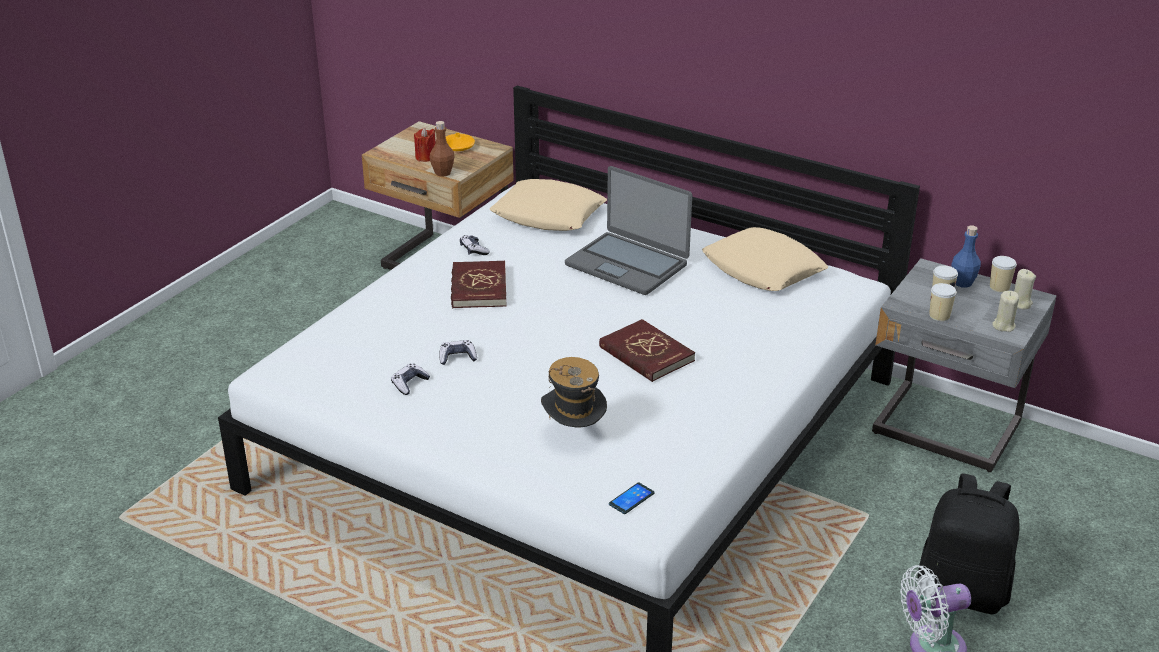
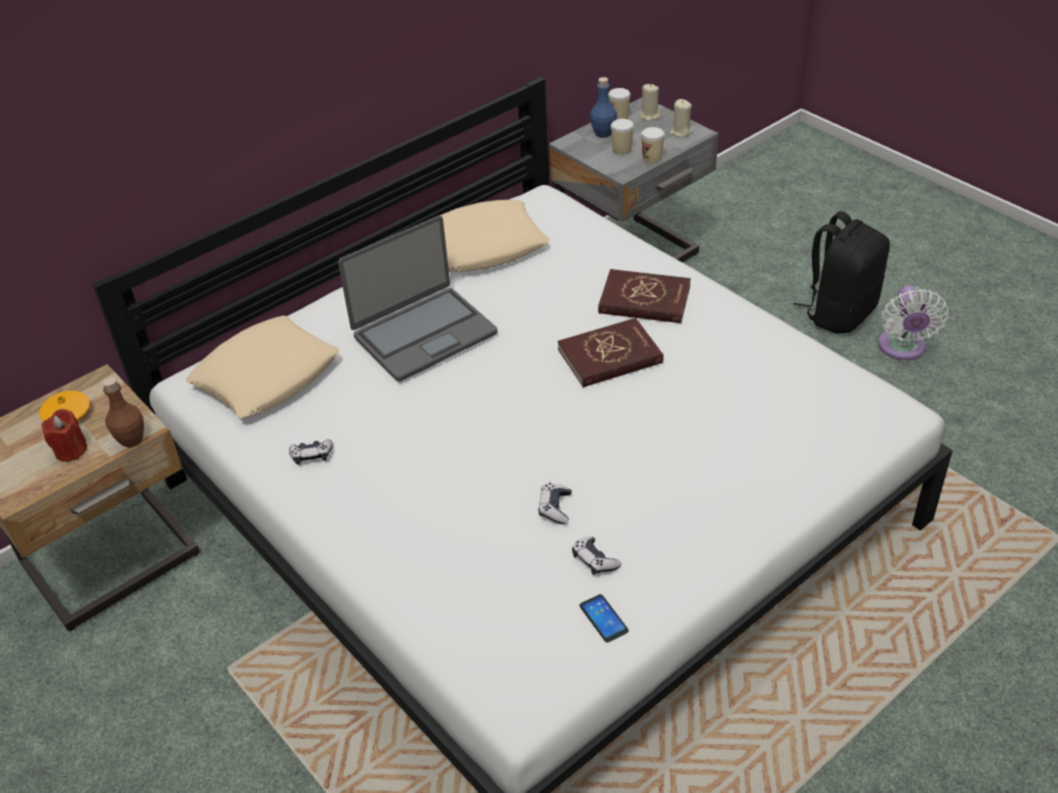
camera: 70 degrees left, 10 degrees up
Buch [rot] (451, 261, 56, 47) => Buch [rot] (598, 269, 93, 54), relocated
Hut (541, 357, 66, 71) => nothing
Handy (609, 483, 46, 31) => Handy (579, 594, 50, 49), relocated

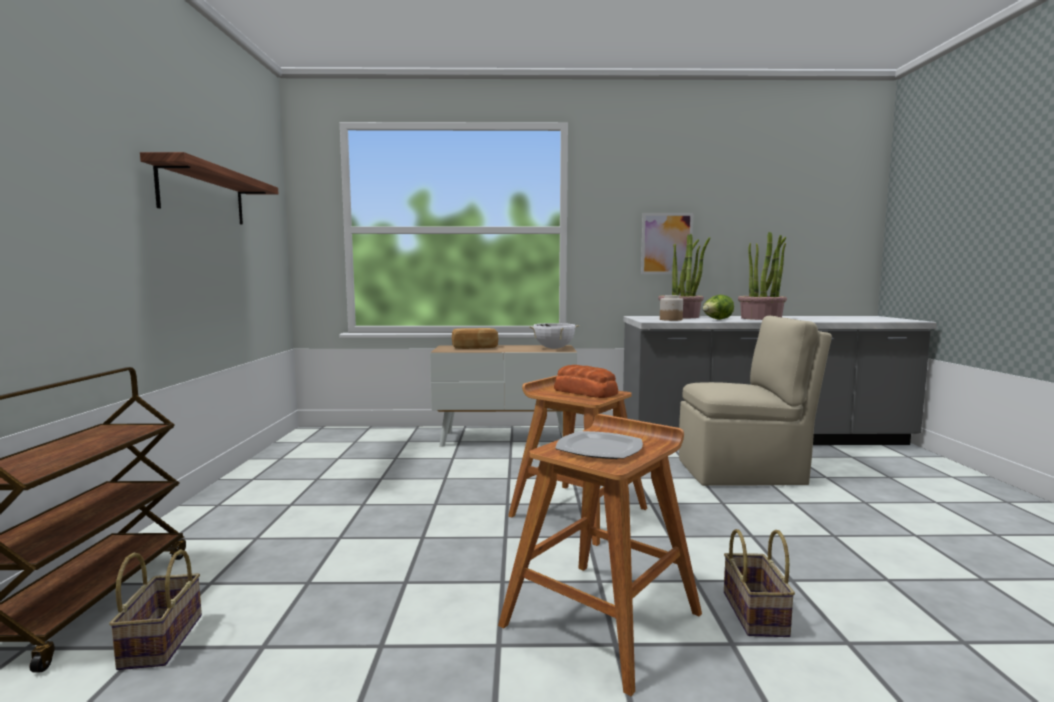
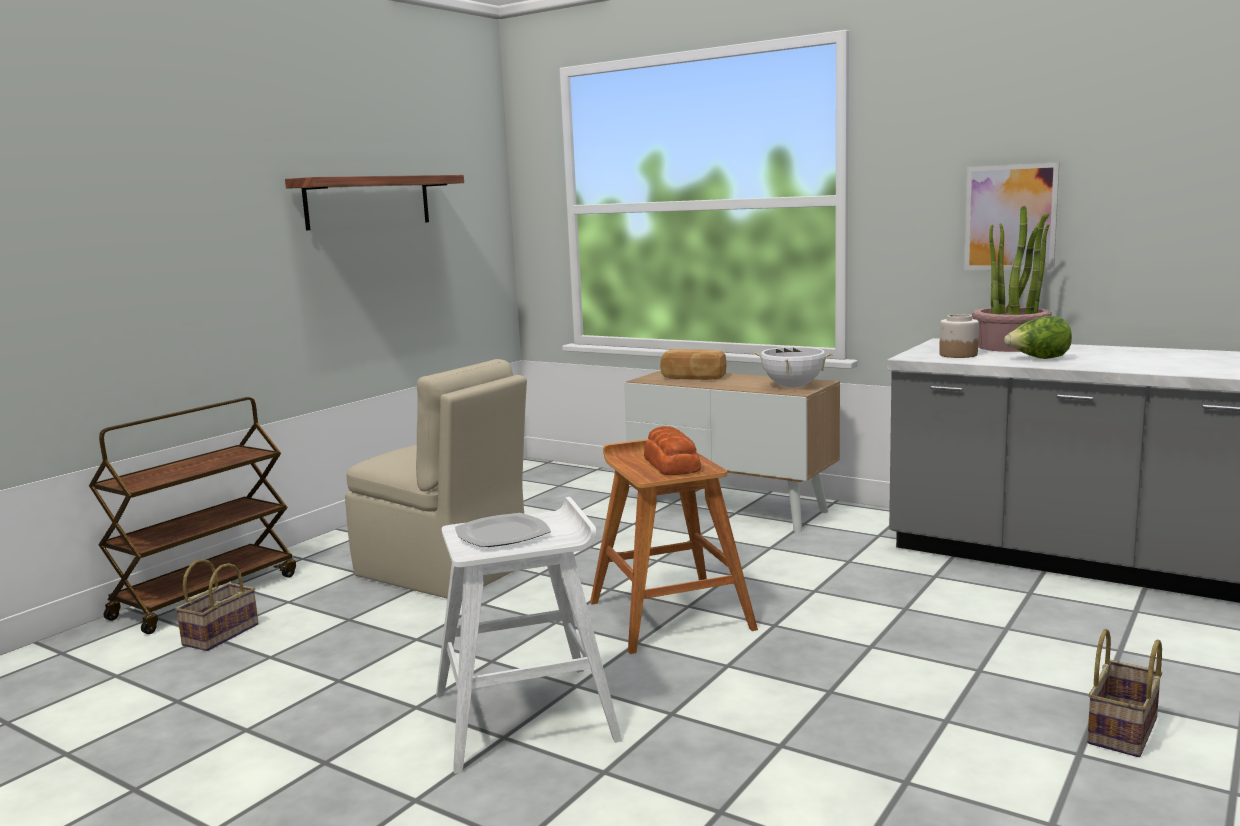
camera: 35 degrees right, 5 degrees up
Hocker [braun] (498, 414, 204, 282) => Hocker [weiß] (436, 497, 186, 277)
Stuhl [beige] (679, 315, 153, 171) => Stuhl [beige] (345, 359, 182, 239), relocated
Korb (724, 529, 71, 108) => Korb (1087, 629, 75, 128), relocated
Topfpflanze (738, 232, 49, 88) => nothing

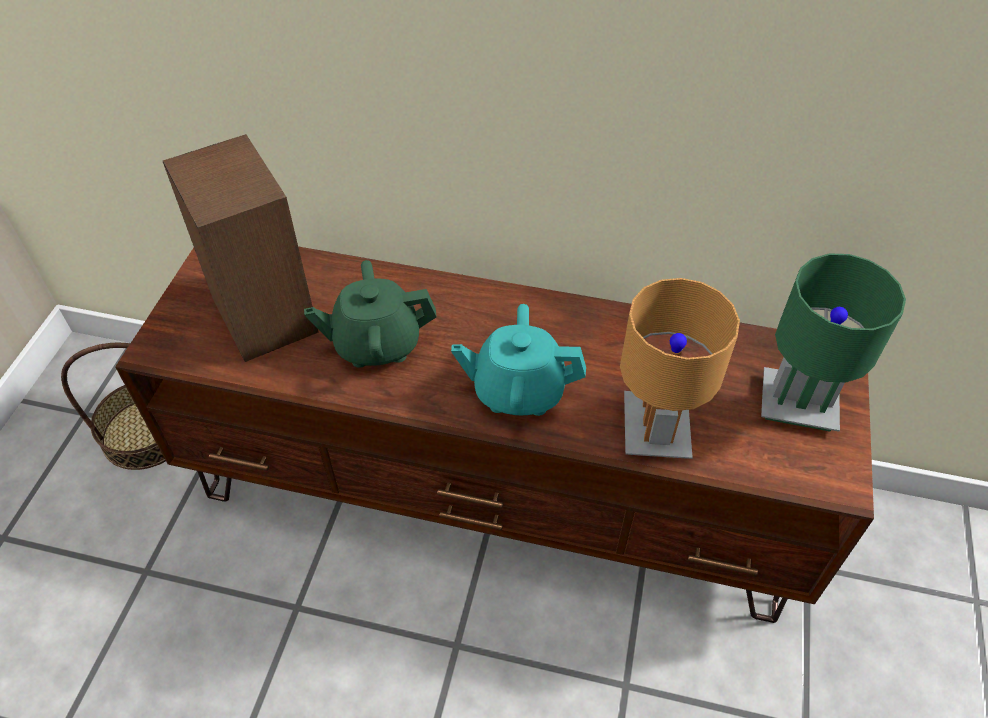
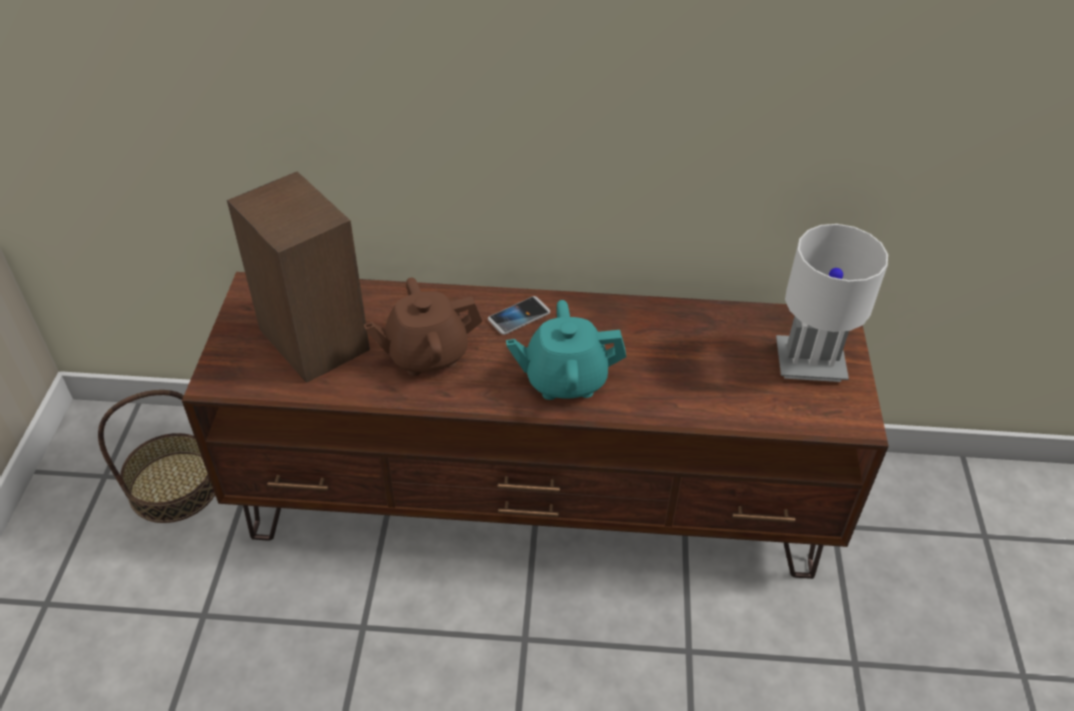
camera: 10 degrees left, 5 degrees down
Teekanne [grün] (304, 260, 133, 108) => Teekanne [braun] (364, 278, 118, 98)
Tischlampe [braun] (620, 278, 120, 181) => nothing
Tischlampe [grün] (761, 253, 145, 179) => Tischlampe [weiß] (776, 224, 112, 158)
nothing => Handy (488, 296, 62, 39)

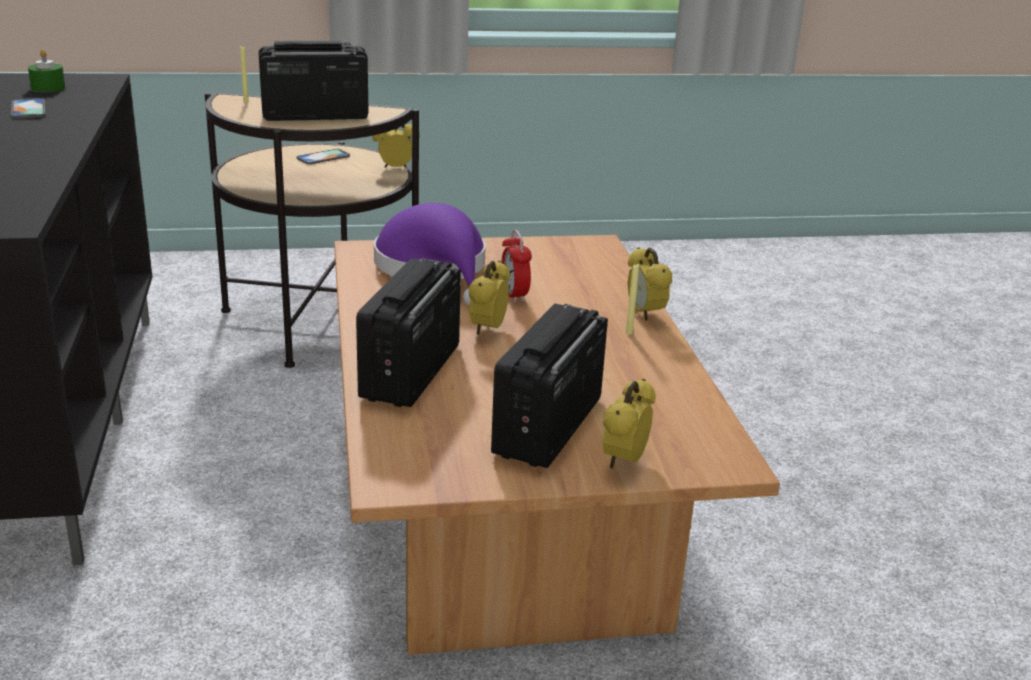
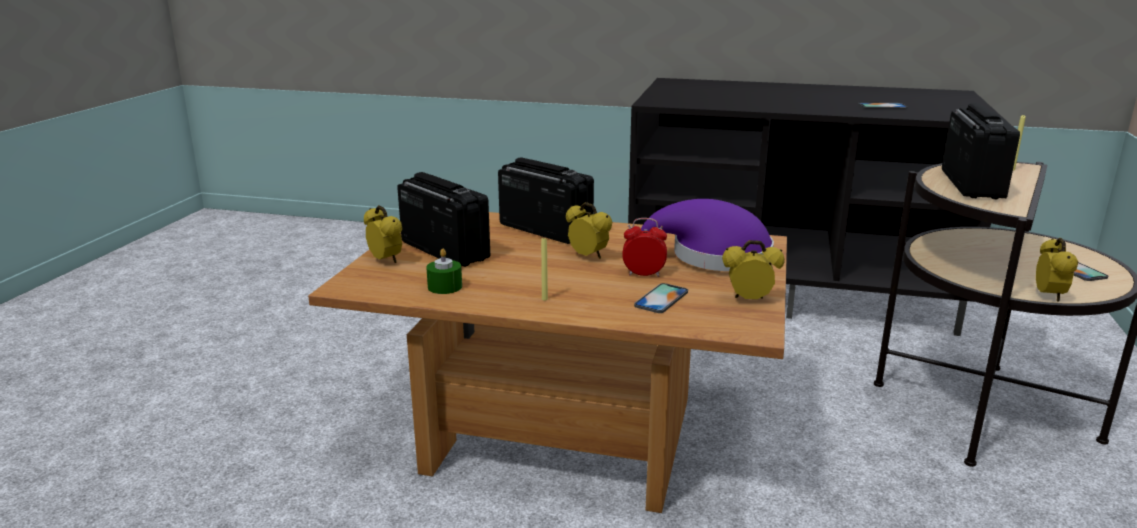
camera: 115 degrees right, 5 degrees down
Kerze [grün] (28, 49, 38, 43) => Kerze [grün] (426, 249, 36, 45), relocated
Wecker (627, 247, 45, 74) => Wecker (722, 240, 63, 59), relocated
nothing => Handy (634, 283, 54, 30)

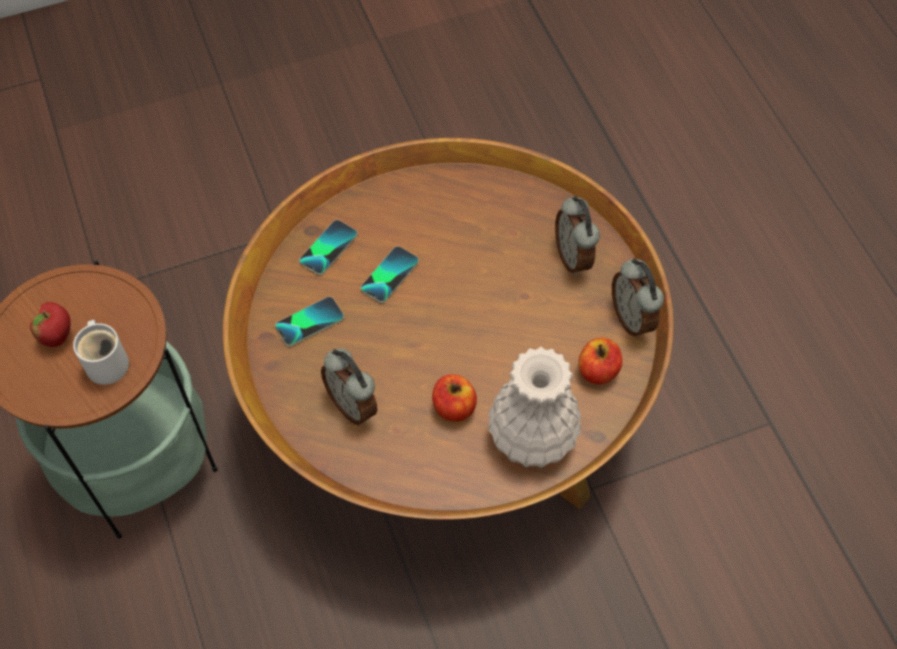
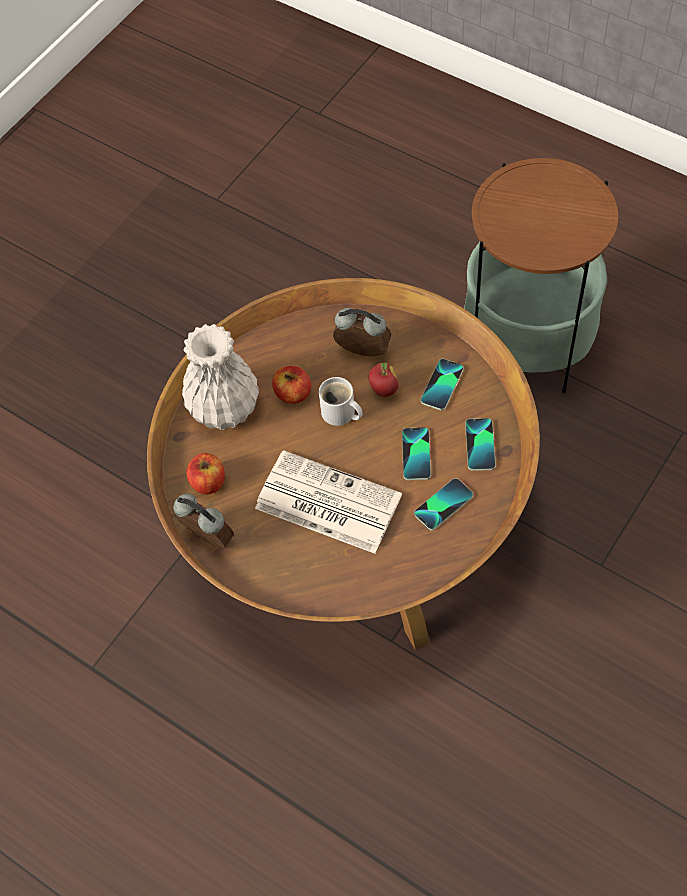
camera: 150 degrees right, 0 degrees up
Apfel (30, 302, 41, 45) => Apfel (368, 362, 31, 35), relocated
Henkelbecher [weiß] (73, 320, 56, 65) => Henkelbecher [weiß] (319, 377, 44, 49), relocated
Wecker (555, 196, 45, 79) => nothing
nothing => Zeitung (255, 450, 147, 104)
nothing => Handy (414, 478, 59, 52)

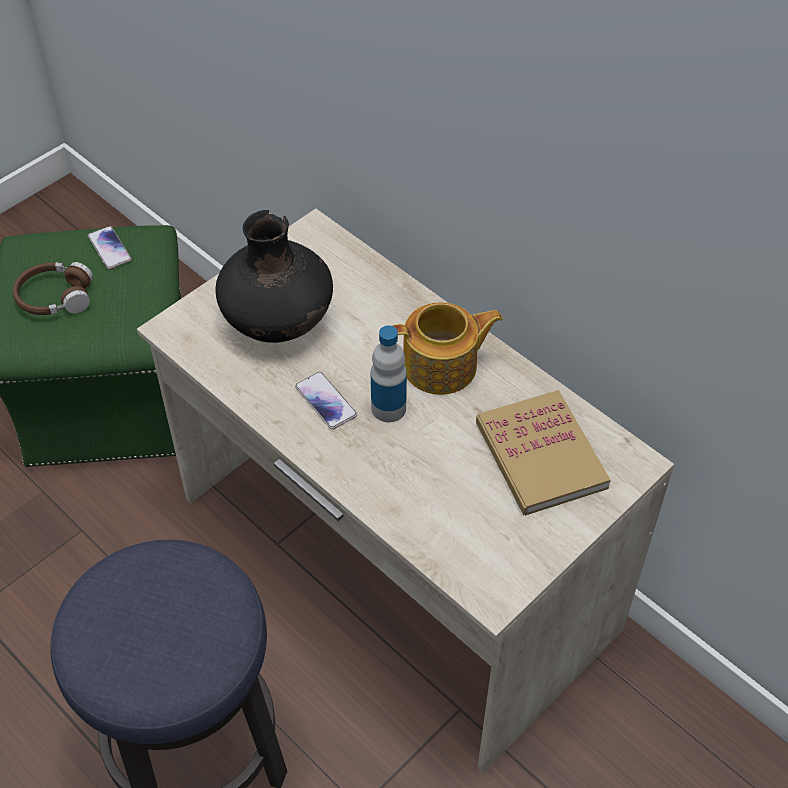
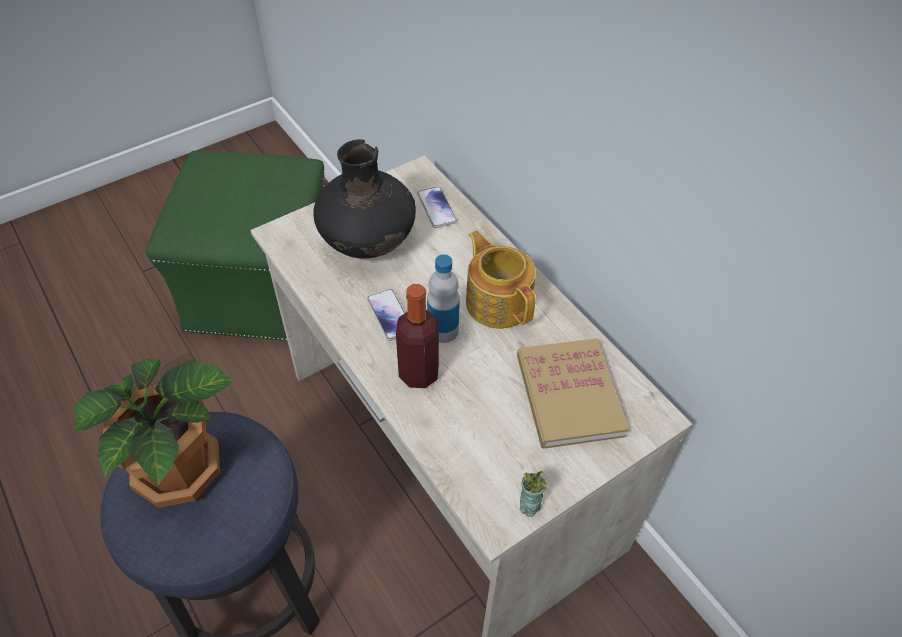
camera: 10 degrees right, 0 degrees up
Kopfhörer [braun] (13, 262, 80, 53) => nothing
Handy (88, 226, 44, 43) => Handy (417, 187, 40, 41), relocated
Teekanne (392, 302, 111, 93) => Teekanne (466, 231, 70, 98), 120 degrees counterclockwise
nothing => Topfpflanze (74, 358, 160, 150)
nothing => Flasche (396, 284, 43, 104)
nothing => Tasse (520, 471, 28, 46)

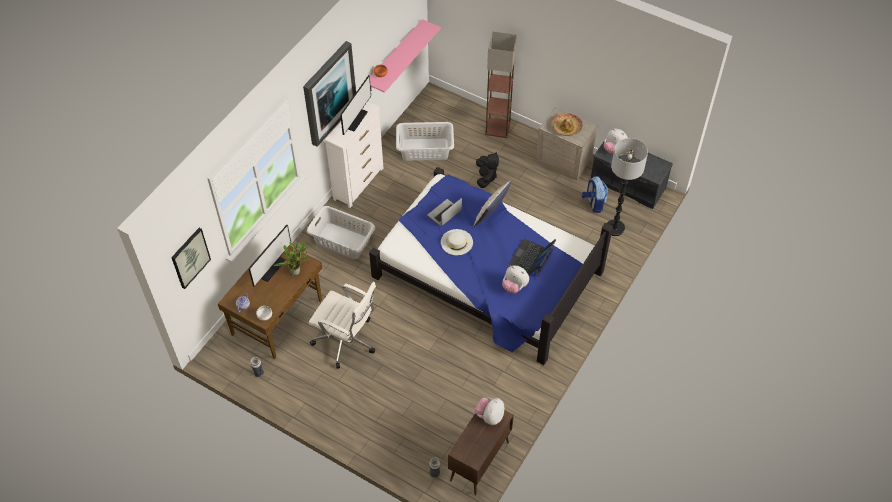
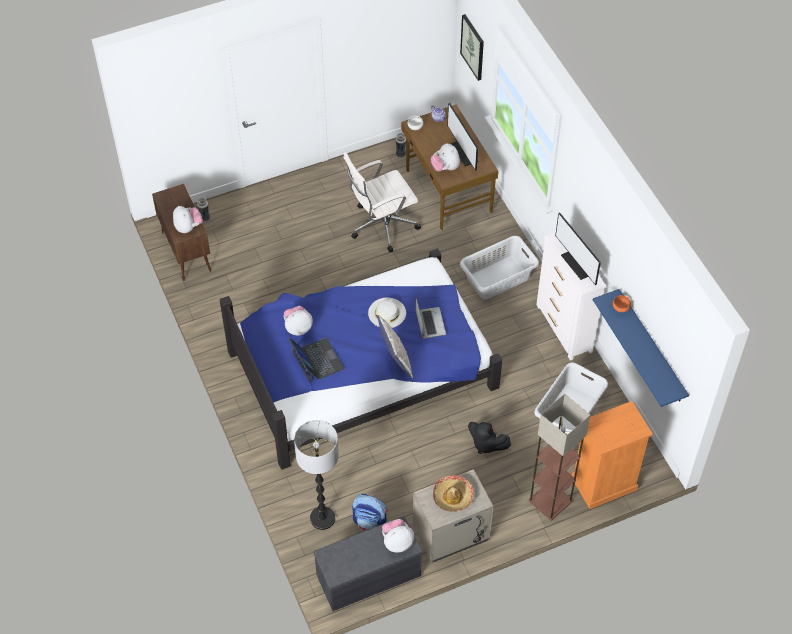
camera: 125 degrees right, 0 degrees up
Topfpflanze (274, 242, 35, 35) => Plüschtier (431, 143, 29, 28)
Bild (303, 41, 53, 106) => nothing
Wandregal [rosa] (370, 19, 71, 74) => Wandregal [blau] (593, 289, 96, 118)
nothing => Kommode [orange] (572, 401, 81, 108)

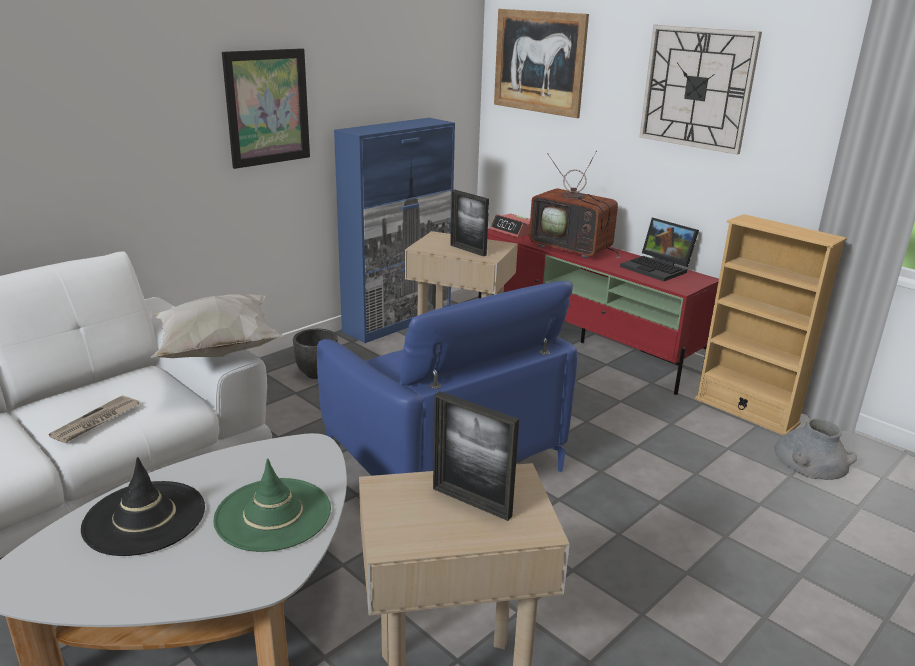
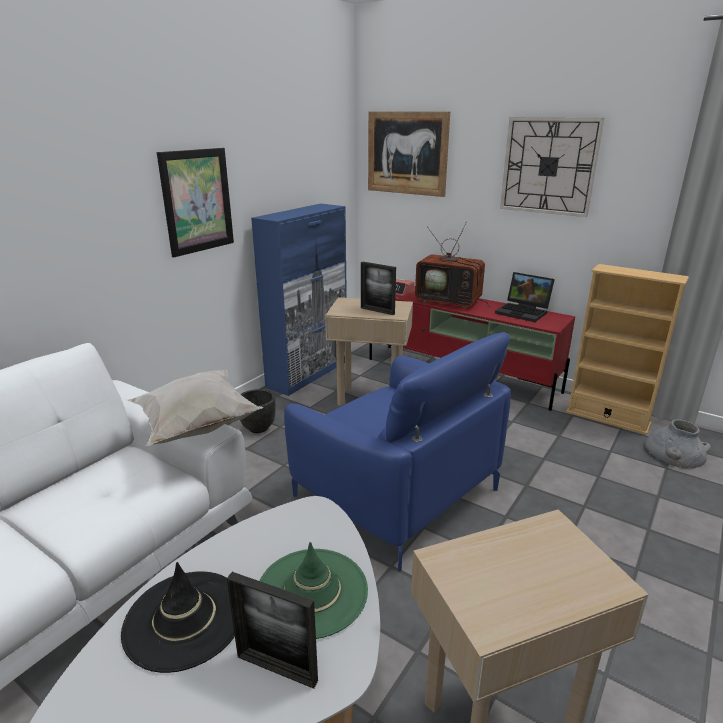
camera: 10 degrees left, 0 degrees up
Zeitung (49, 396, 90, 47) => nothing
Bilderrahmen (433, 391, 86, 130) => Bilderrahmen (227, 572, 91, 117), relocated

